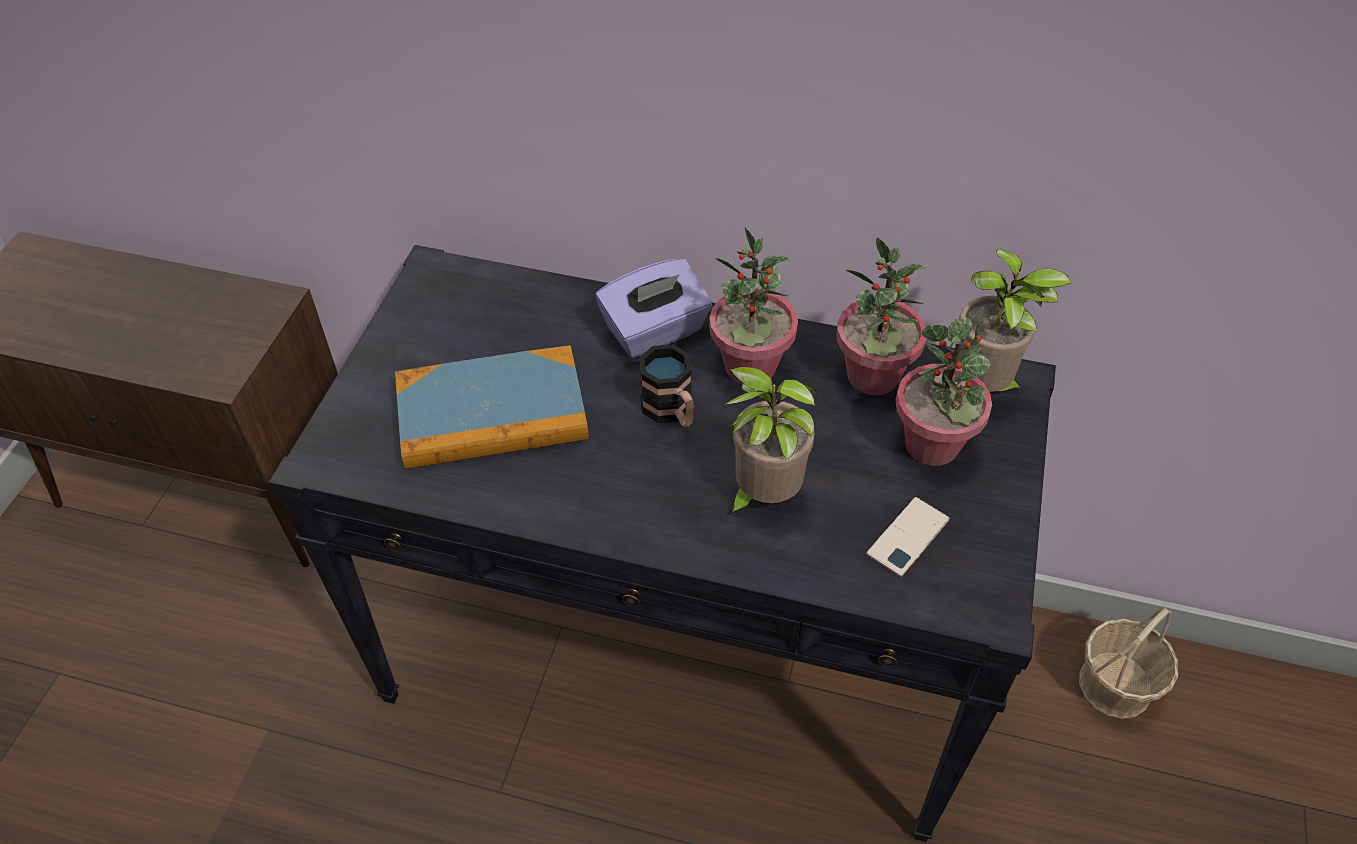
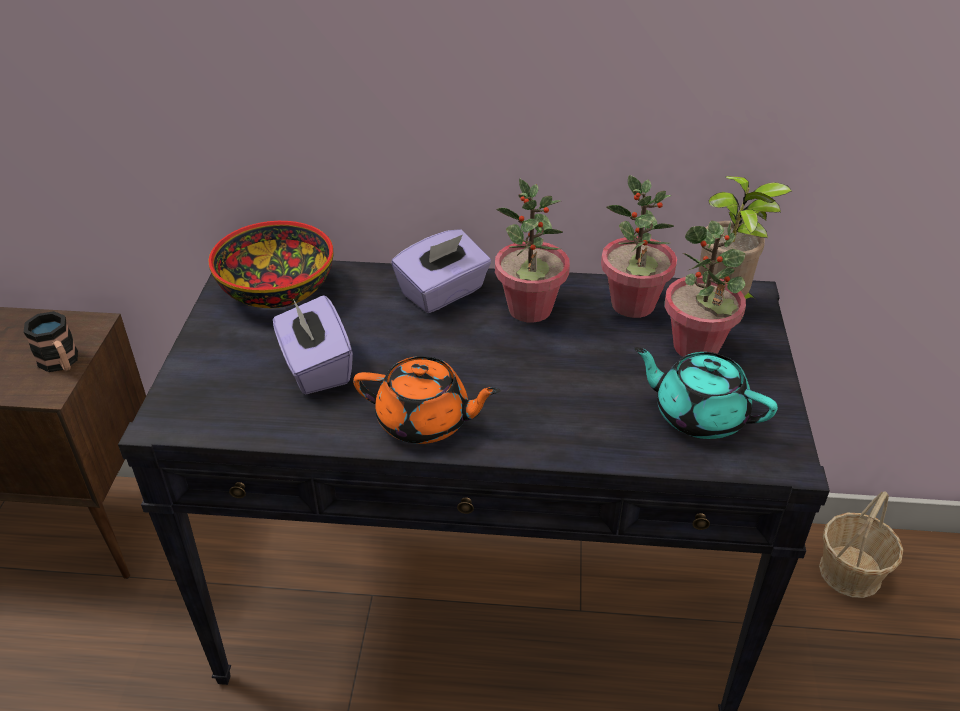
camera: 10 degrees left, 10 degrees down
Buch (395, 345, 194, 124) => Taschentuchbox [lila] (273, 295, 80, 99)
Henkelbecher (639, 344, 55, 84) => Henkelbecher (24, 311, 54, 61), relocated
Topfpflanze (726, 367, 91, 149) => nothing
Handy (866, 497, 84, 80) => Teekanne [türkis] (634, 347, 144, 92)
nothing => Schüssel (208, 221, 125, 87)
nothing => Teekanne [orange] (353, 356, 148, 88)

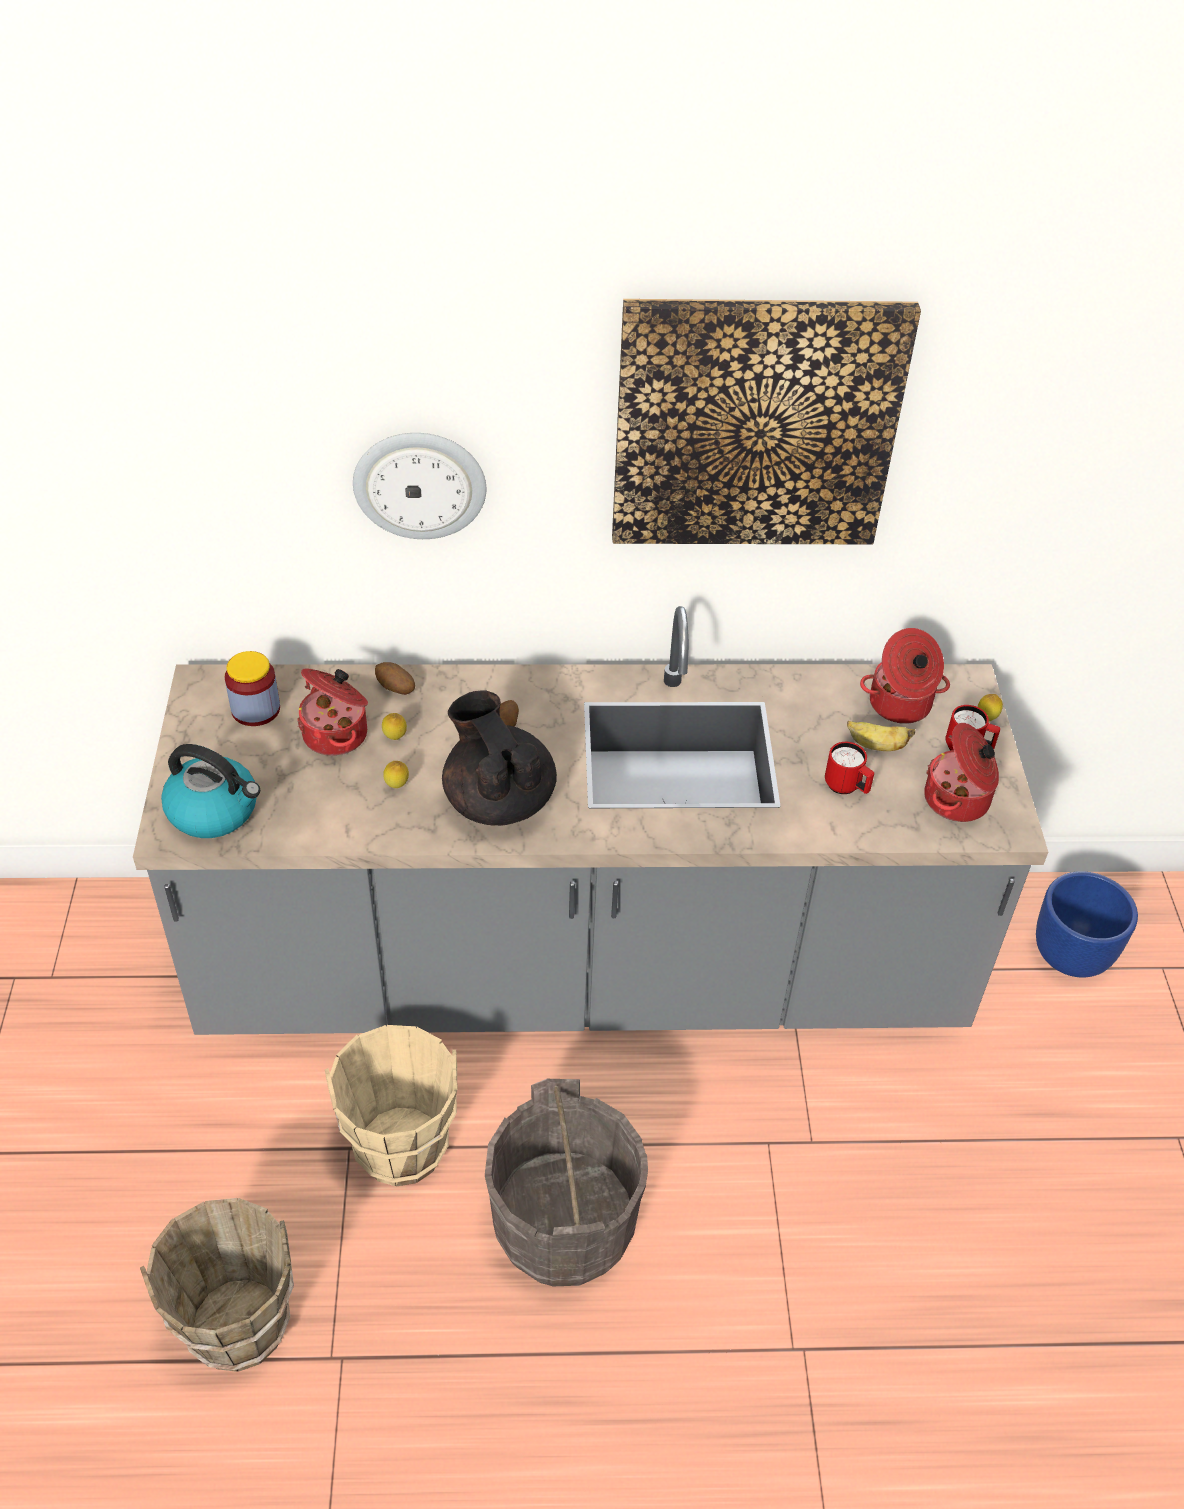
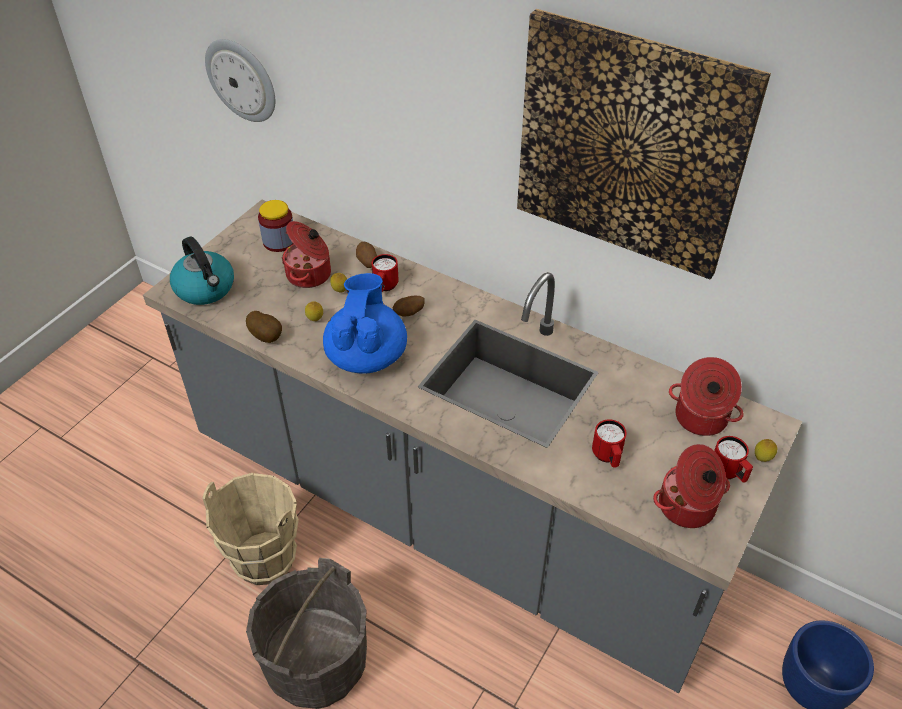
camera: 35 degrees right, 0 degrees up
Eimer [braun] (140, 1198, 154, 174) => nothing
Wanduhr (353, 433, 133, 106) => Wanduhr (205, 39, 70, 83), relocated
Teekanne [schwarz] (442, 690, 115, 136) => Teekanne [blau] (323, 273, 84, 101)
Banane (847, 721, 68, 30) => nothing
nothing => Kartoffel (246, 311, 36, 32)
nothing => Henkelbecher [rot] (372, 254, 27, 38)

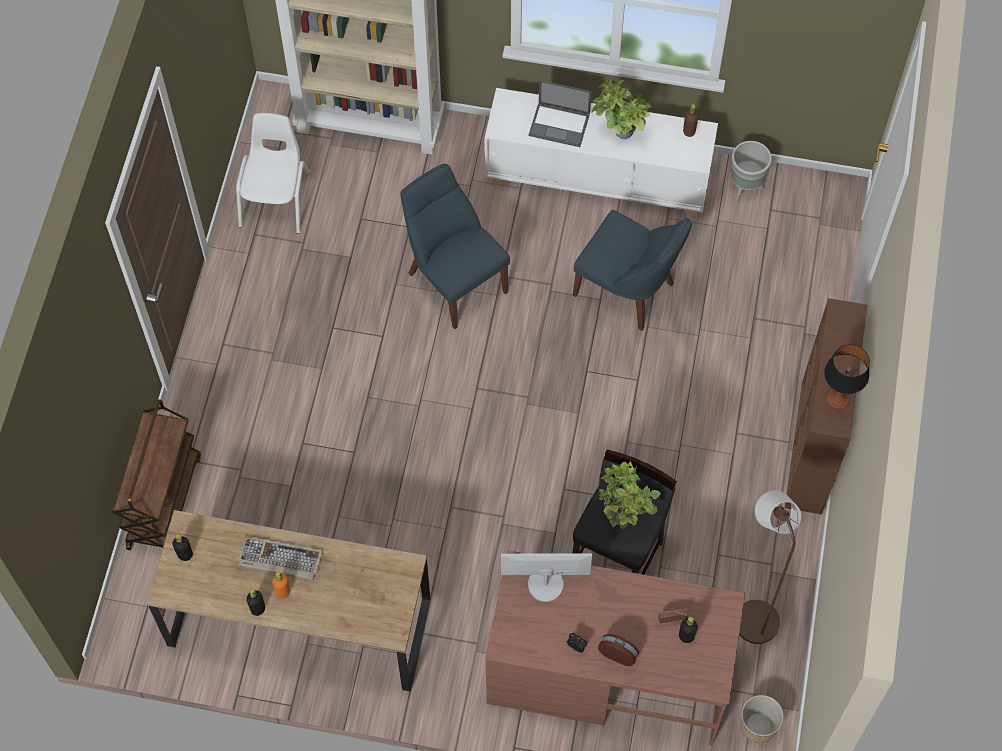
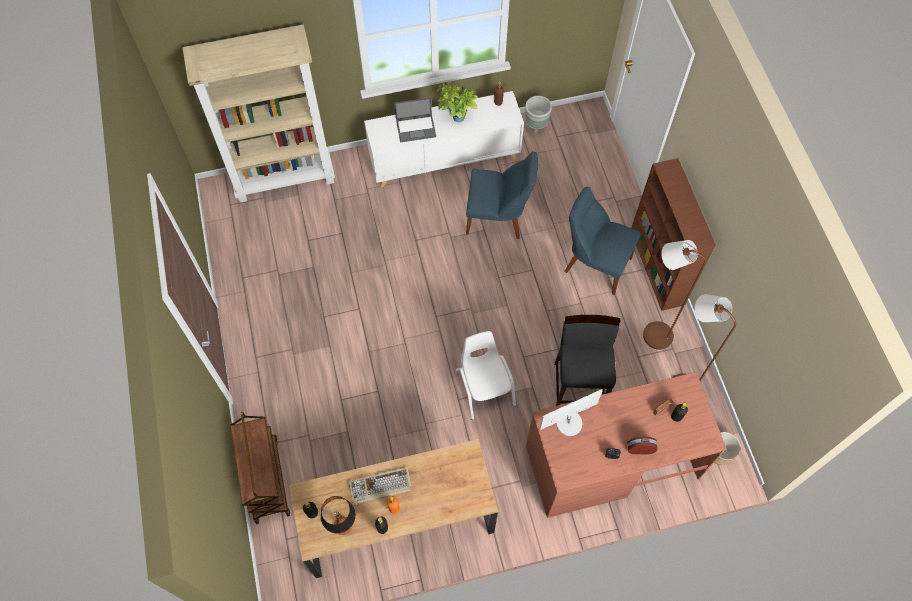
camera: 25 degrees left, 0 degrees up
Stuhl [weiß] (236, 113, 74, 121) => Stuhl [weiß] (456, 331, 60, 89), relocated
Stuhl [blau] (400, 163, 110, 166) => Stuhl [blau] (564, 187, 77, 108), relocated
Topfpflanze (599, 461, 62, 68) => nothing
Tischlampe (824, 344, 46, 65) => Tischlampe (321, 496, 35, 39), relocated
nothing => Stehlampe [braun] (643, 240, 63, 110)

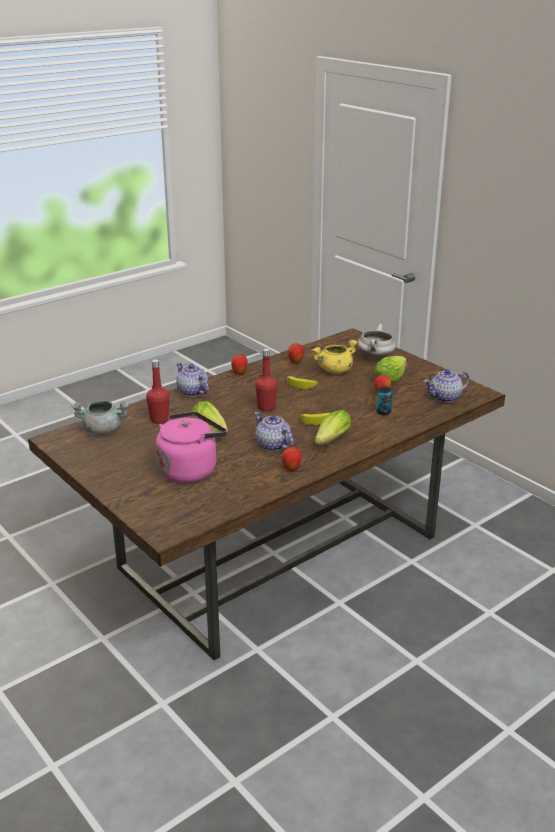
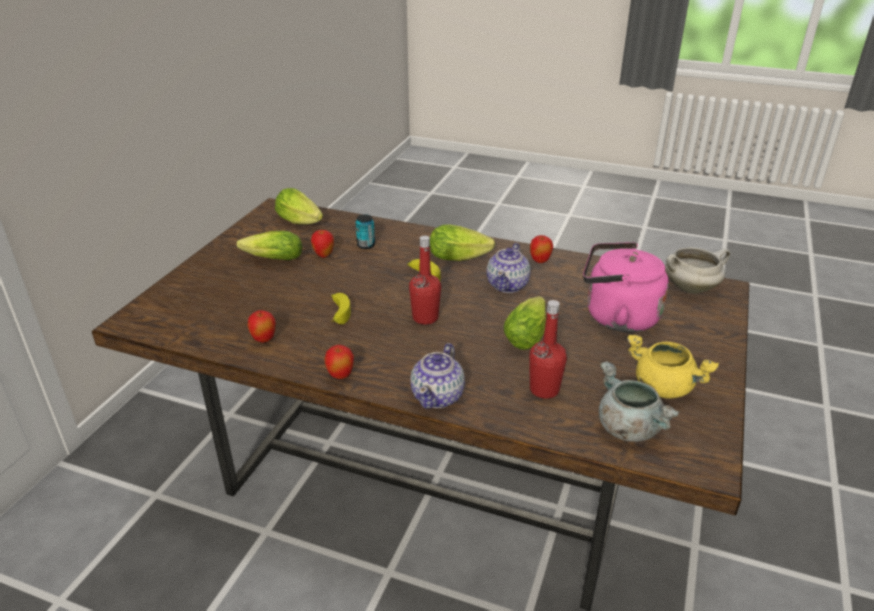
camera: 120 degrees left, 5 degrees up
Kochtopf [gelb] (312, 340, 46, 34) => Kochtopf [gelb] (627, 335, 92, 63), relocated
Kochtopf [weiß] (358, 324, 38, 36) => Kochtopf [weiß] (665, 247, 66, 47), relocated
Teekanne (424, 369, 45, 34) => Salatkopf (275, 188, 48, 37)

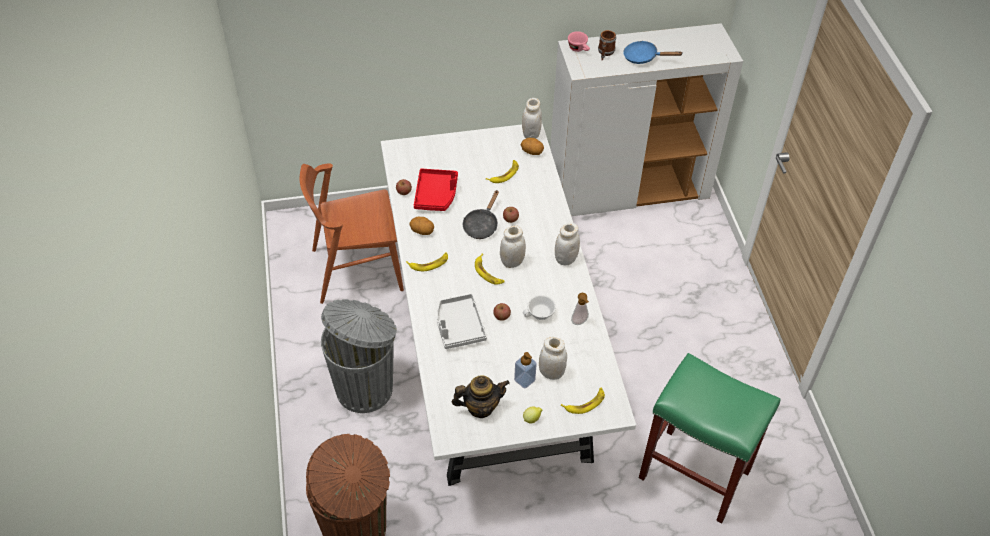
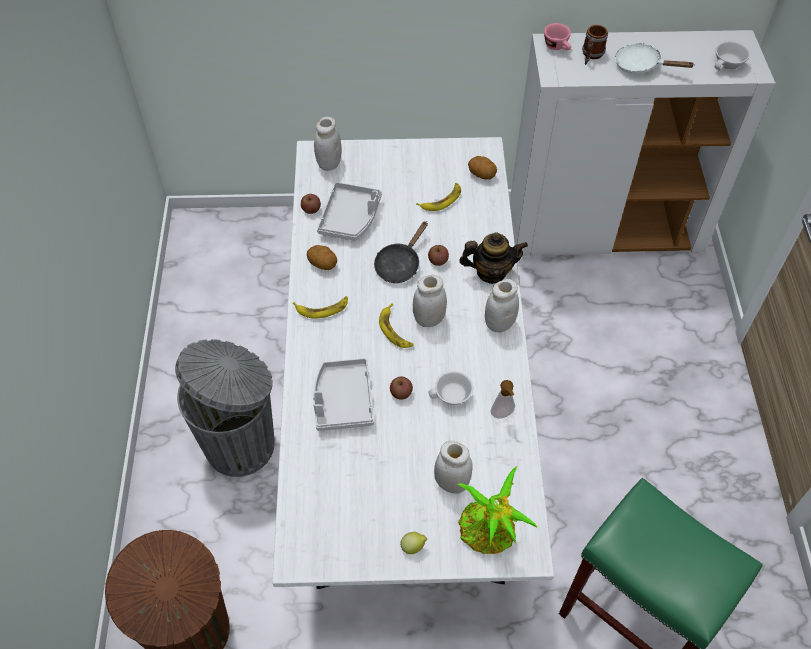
camera: 10 degrees right, 5 degrees up
Stuhl [braun] (300, 164, 104, 140) => nothing
Tablett [rot] (414, 169, 44, 42) => Tablett [grau] (317, 182, 65, 59)
Teekanne (452, 375, 58, 43) => Teekanne (459, 233, 69, 51), relocated
Seifenspender (514, 352, 23, 36) => nothing
Vorratsglas [weiß] (522, 98, 20, 40) => Vorratsglas [weiß] (314, 117, 27, 54), relocated
Banane (561, 388, 44, 26) => Topfpflanze (458, 466, 80, 88)
Pfanne [blau] (623, 41, 59, 23) => Pfanne [weiß] (615, 43, 80, 31)
nothing => Tasse [weiß] (715, 41, 35, 29)

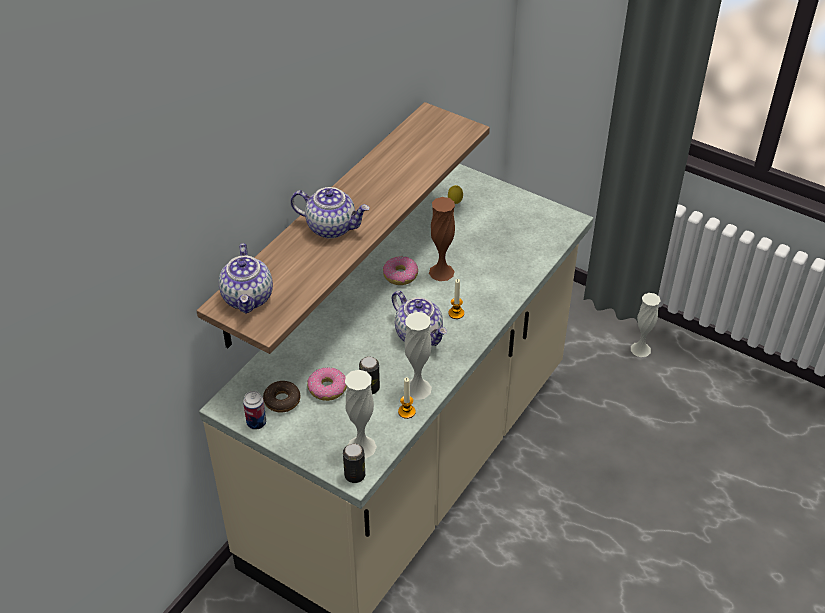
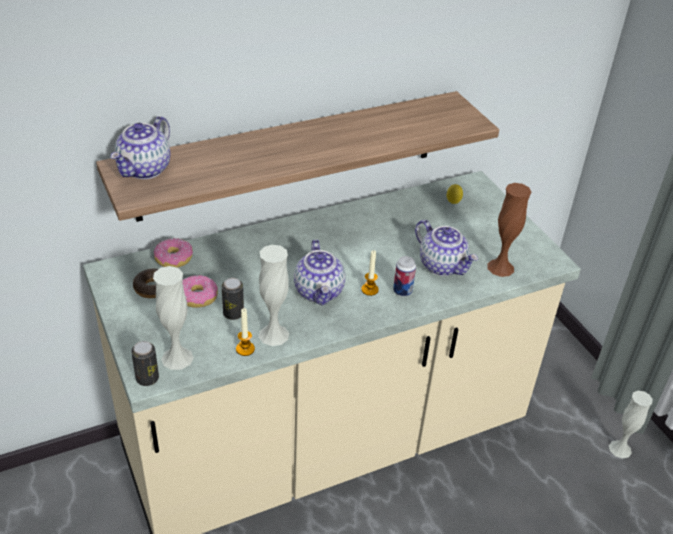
camera: 30 degrees right, 5 degrees down
Dose (243, 391, 23, 39) => Dose (393, 256, 23, 40), relocated
Teekanne (290, 187, 80, 52) => Teekanne (415, 220, 63, 56), relocated
Donut (383, 256, 35, 29) => Donut (154, 238, 39, 30), relocated
Vase [braun] (429, 197, 26, 84) => Vase [braun] (487, 183, 44, 94), relocated

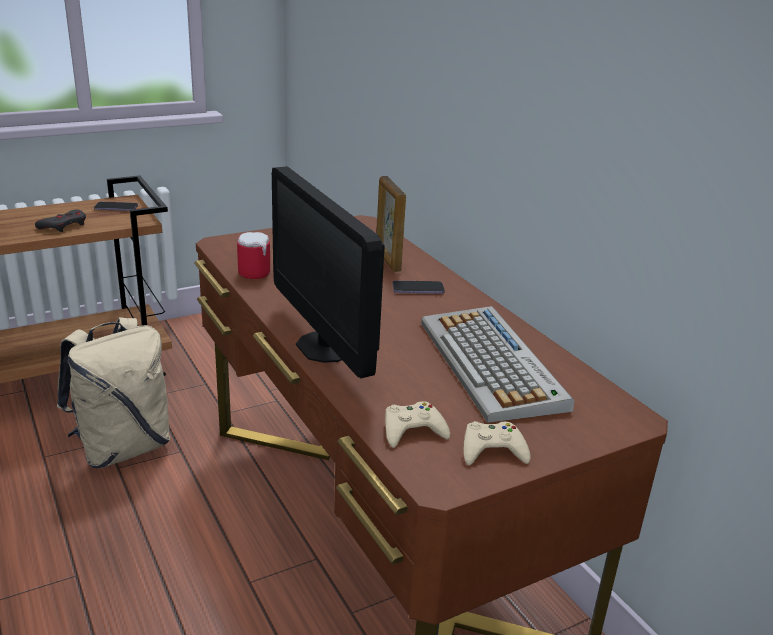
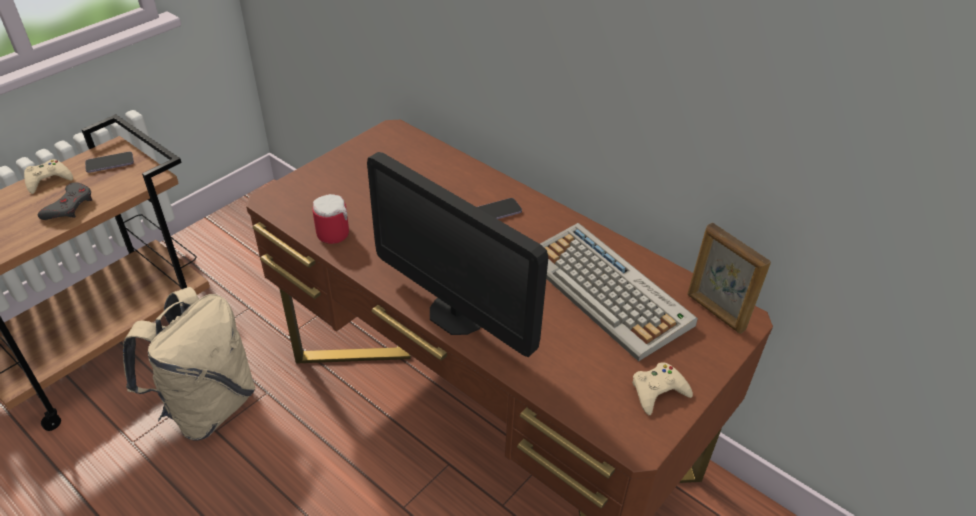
camera: 20 degrees left, 15 degrees up
Bilderrahmen (376, 176, 30, 96) => Bilderrahmen (687, 223, 84, 111), relocated
Gamepad [beige] (385, 401, 65, 47) => Gamepad [beige] (24, 159, 49, 35), relocated

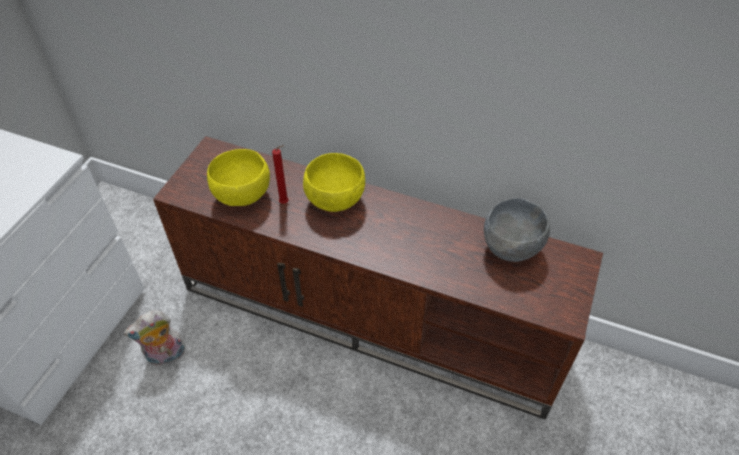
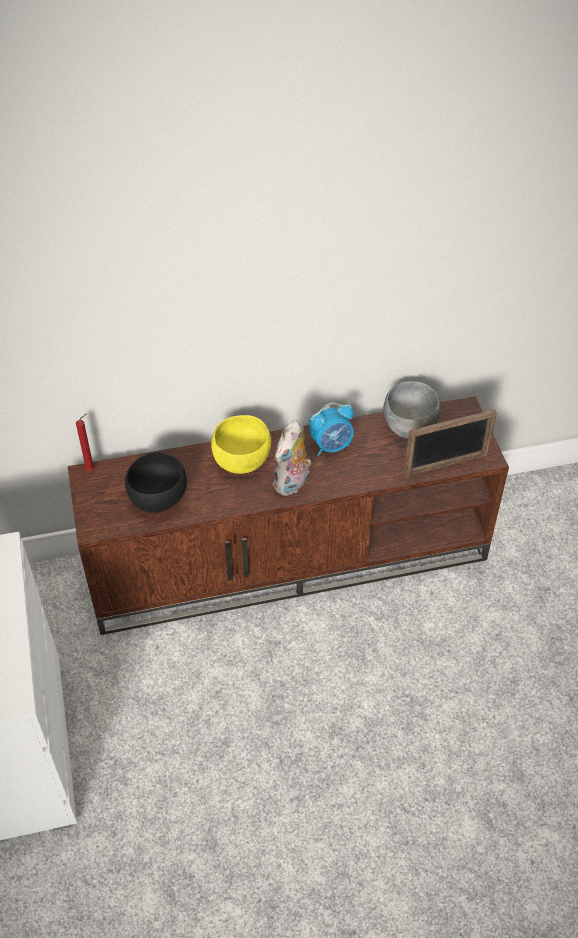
camera: 35 degrees left, 0 degrees up
Plüschtier (124, 310, 61, 56) => Plüschtier (273, 419, 39, 77), relocated
Schüssel [gelb] (207, 149, 63, 57) => Schüssel [schwarz] (125, 452, 62, 61)
Kerze [rot] (272, 145, 17, 59) => Kerze [rot] (76, 414, 19, 57), relocated
nothing => Wecker (309, 403, 45, 53)
nothing => Bilderrahmen (404, 409, 93, 67)

